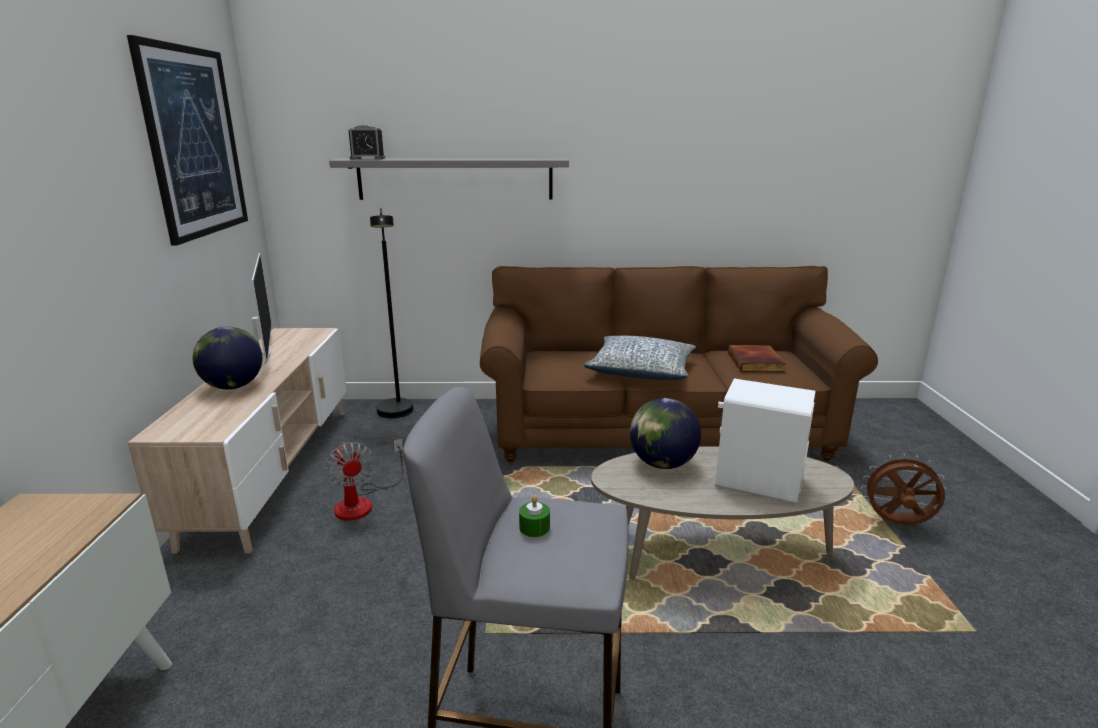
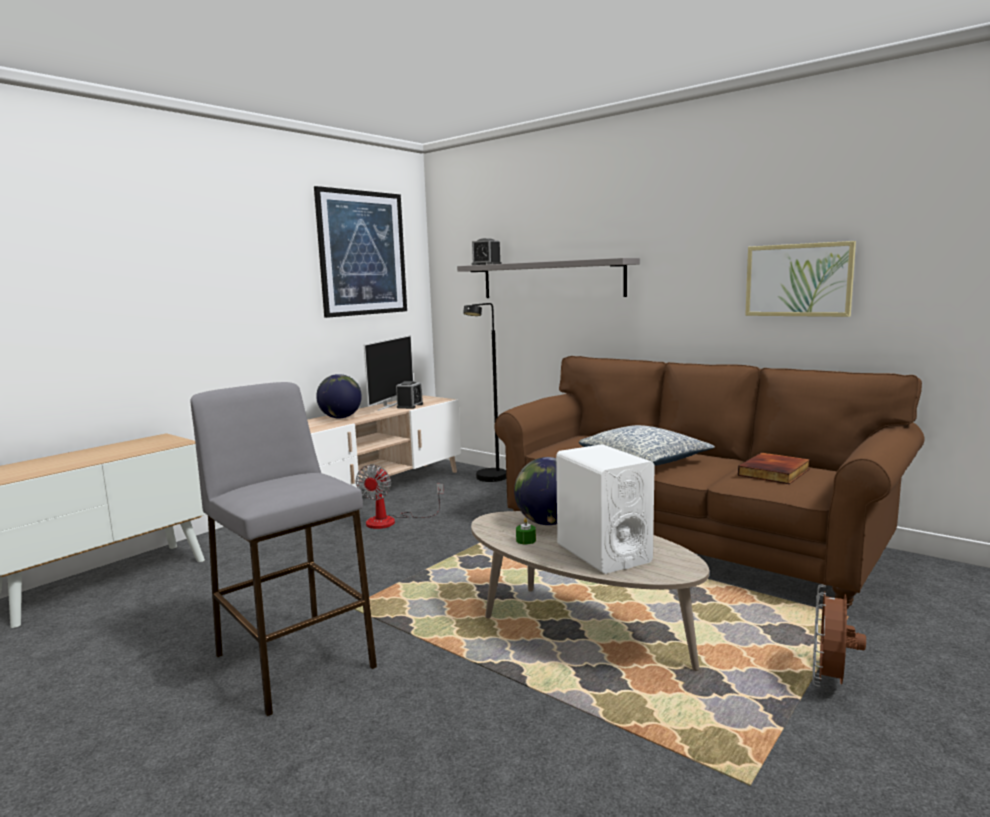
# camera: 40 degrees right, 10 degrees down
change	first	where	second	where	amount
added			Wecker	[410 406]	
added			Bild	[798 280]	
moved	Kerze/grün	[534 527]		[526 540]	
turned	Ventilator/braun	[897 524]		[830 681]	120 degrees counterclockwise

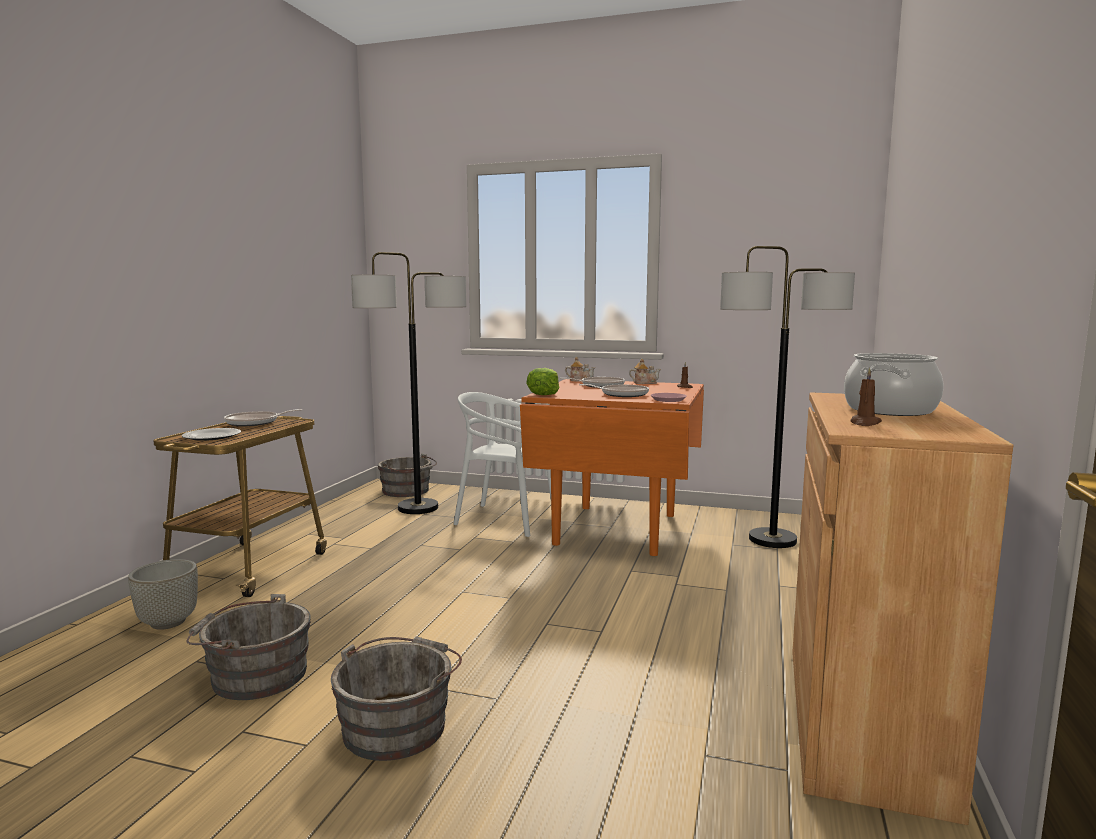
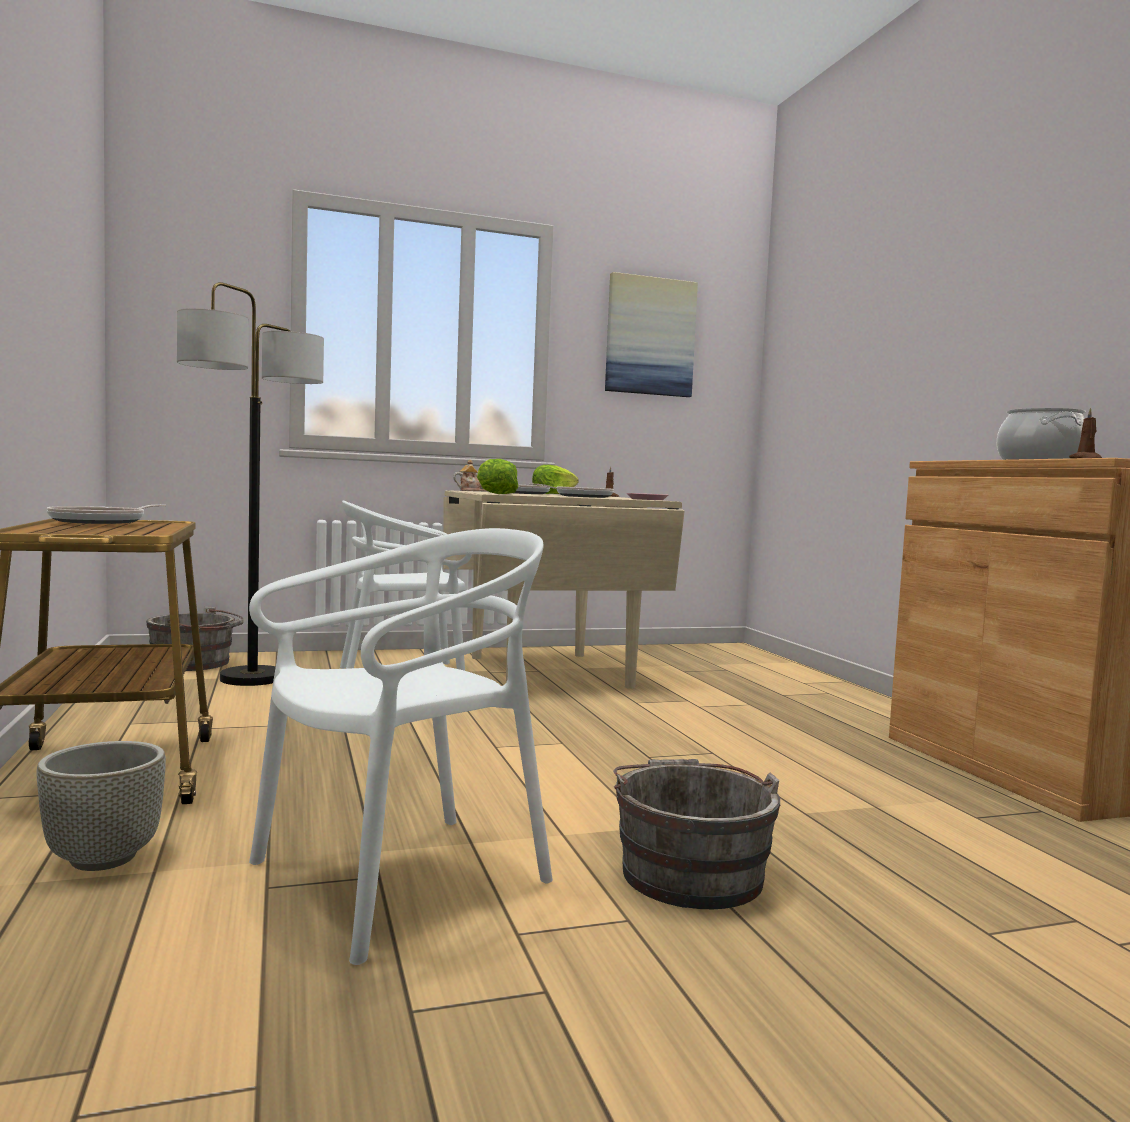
# camera: 35 degrees left, 5 degrees down
change	first	where	second	where	amount
removed	Teller	[212 436]			
removed	Stehlampe	[773 540]			
added			Bild	[650 336]	
replaced	Eimer/grau	[254 675]	Stuhl/weiß	[401 878]	
replaced	Teekanne	[644 383]	Salatkopf	[552 494]	
recoloured	Esstisch/orange	[615 529]	Esstisch/beige	[547 672]	

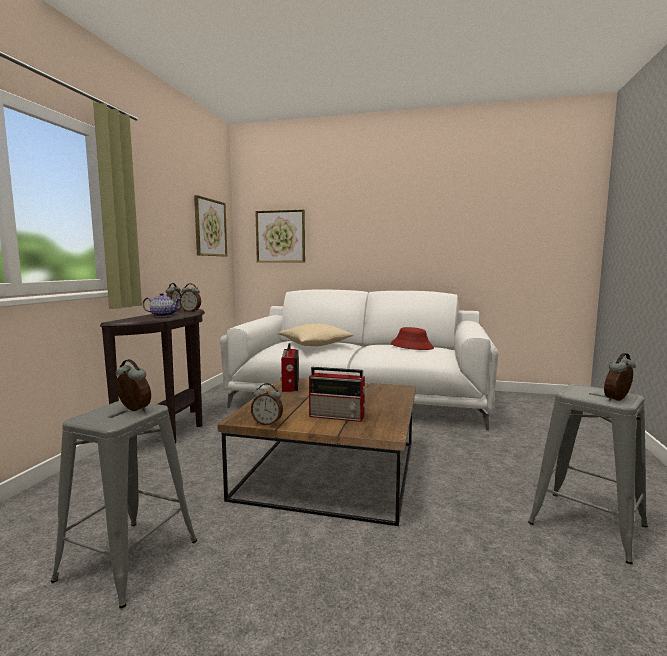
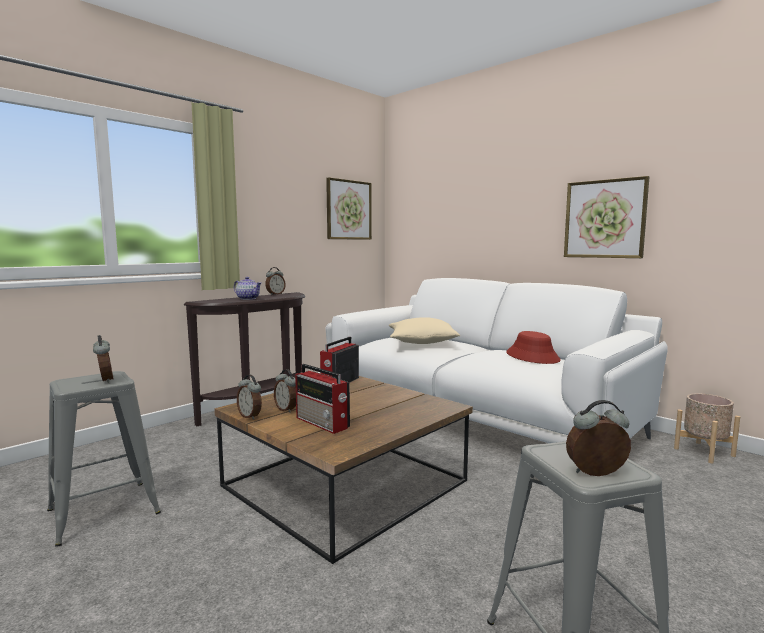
# camera: 30 degrees right, 0 degrees up
change	first	where	second	where	amount
added			Pflanzkübel/beige	[703 452]	
moved	Wecker	[191 311]		[286 409]	
moved	Bild	[280 236]		[604 219]	

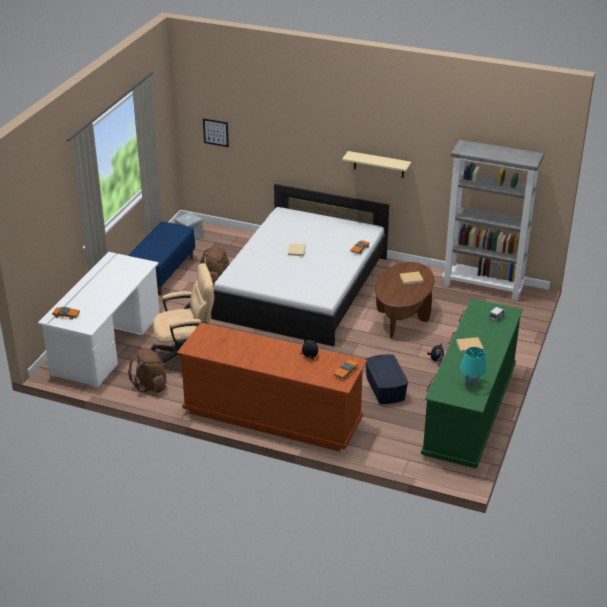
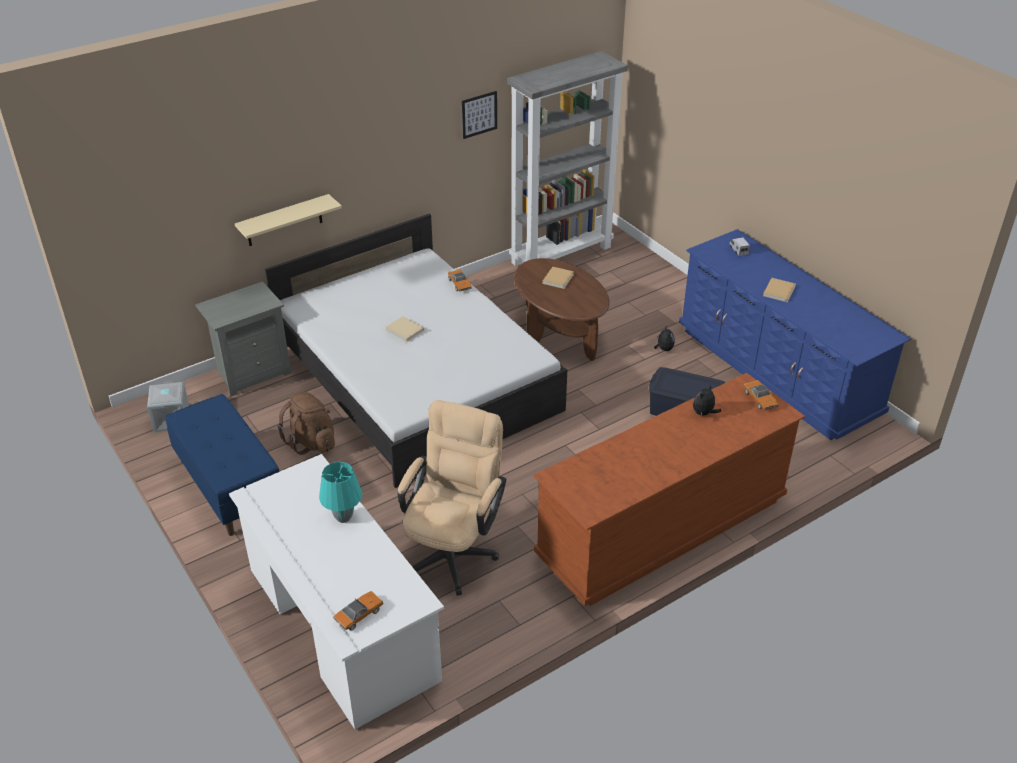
# camera: 55 degrees left, 5 degrees up
change	first	where	second	where	amount
removed	Rucksack/braun	[151 385]			
added			Nachttisch/grau	[252 373]	
moved	Bild	[216 132]		[479 114]	
moved	Wandregal/beige	[379 164]		[284 221]	
moved	Tischlampe/türkis	[472 384]		[344 517]	
recoloured	Kommode/grün	[469 411]	Kommode/blau	[776 371]	

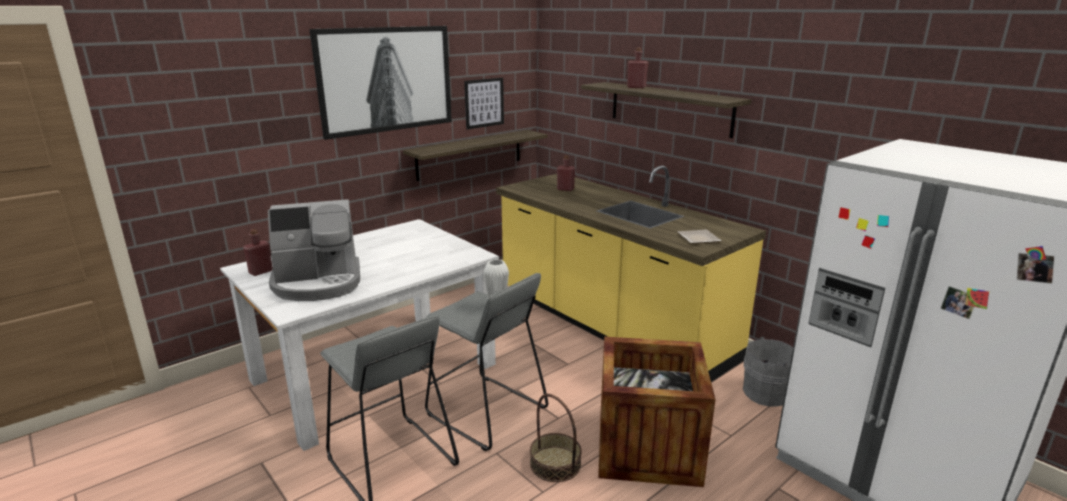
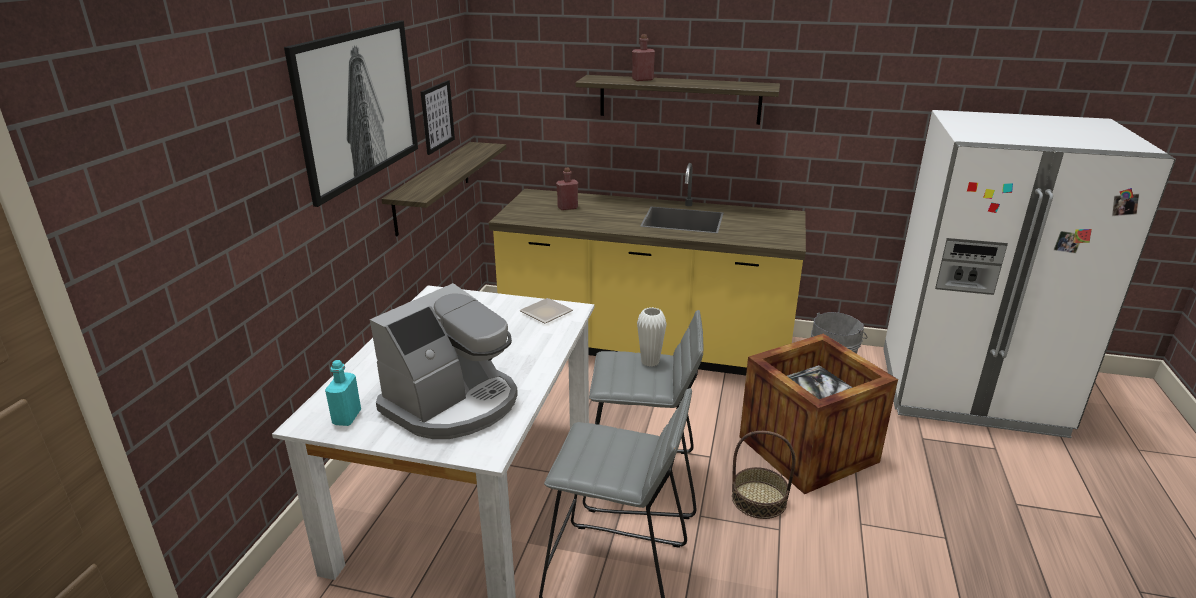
# camera: 35 degrees left, 5 degrees up
change	first	where	second	where	amount
moved	Teller	[698 239]		[546 314]	
recoloured	Flasche/rot	[261 272]	Flasche/türkis	[347 417]	

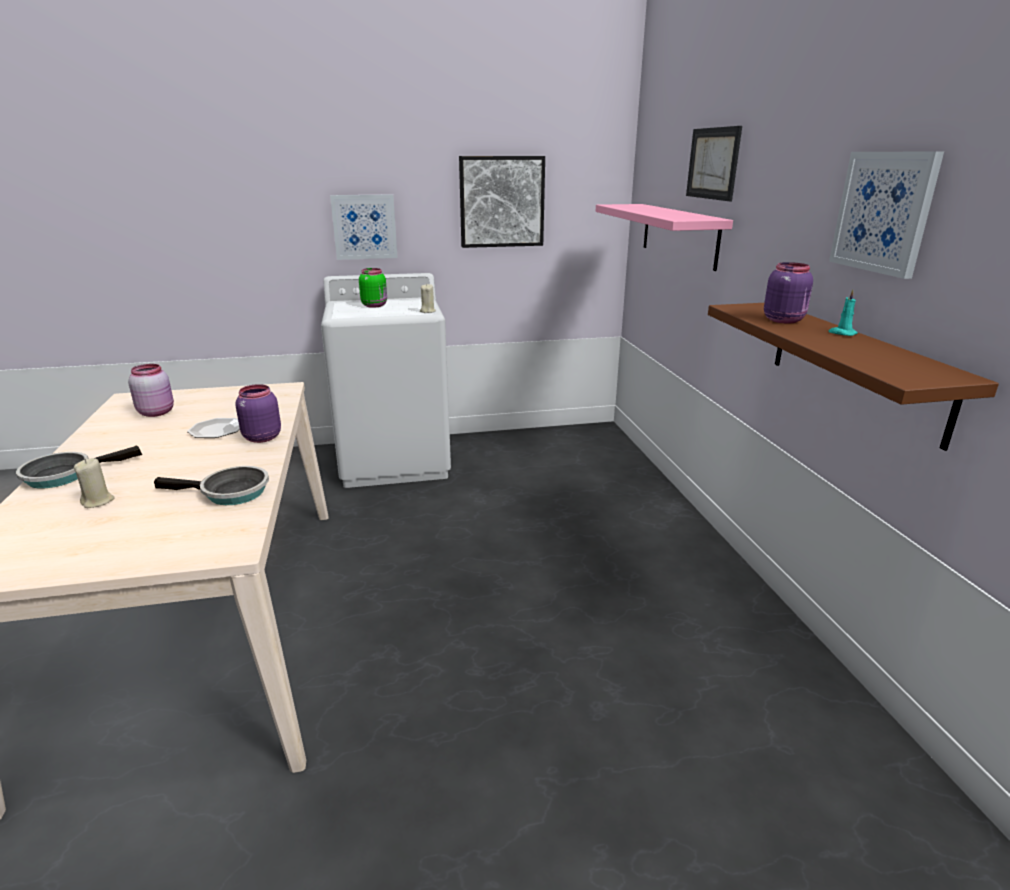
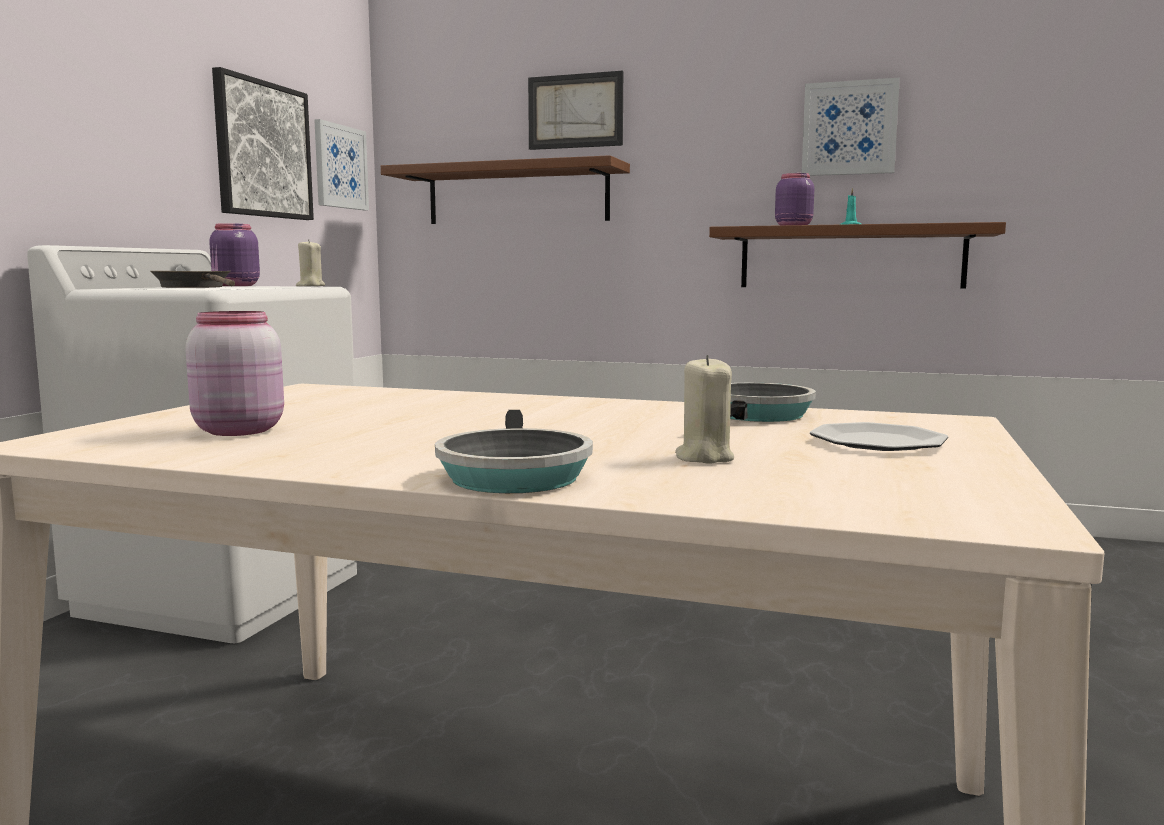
# camera: 60 degrees left, 15 degrees down
change	first	where	second	where	amount
moved	Teller	[216 430]		[876 442]	
moved	Vorratsglas/lila	[261 438]		[235 286]	
moved	Bild	[364 227]		[340 167]	
replaced	Vorratsglas/grün	[375 305]	Pfanne/braun	[196 287]	
recoloured	Wandregal/rosa	[679 234]	Wandregal/braun	[517 195]	

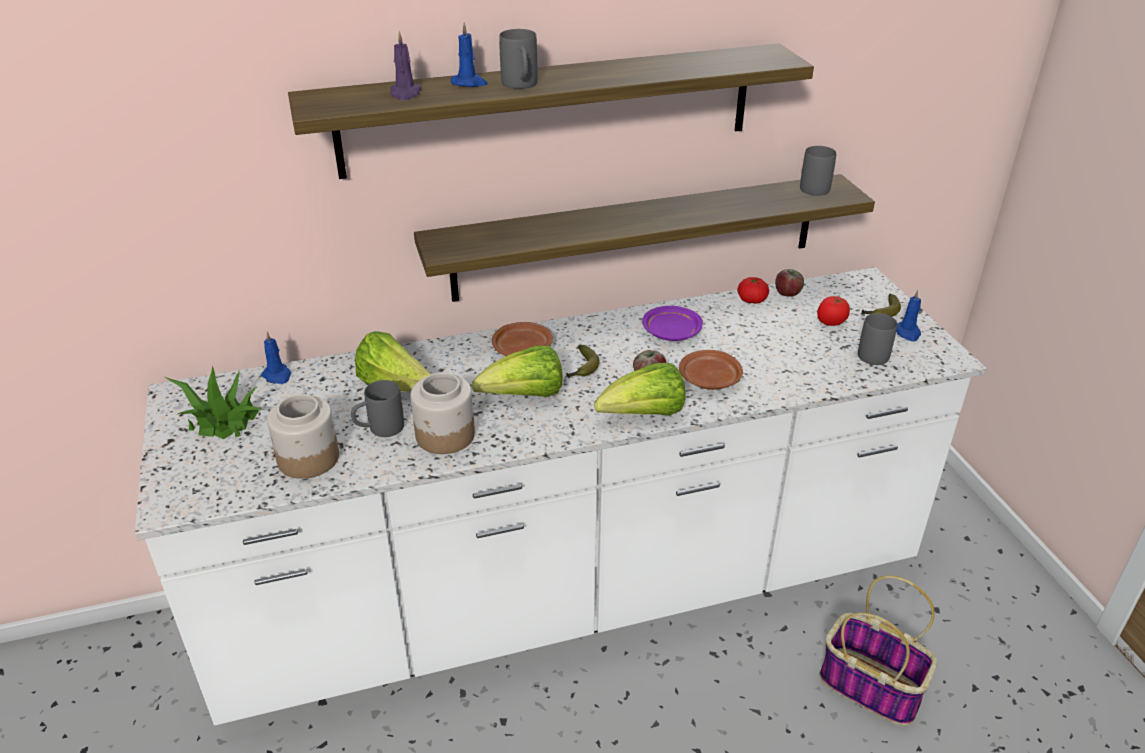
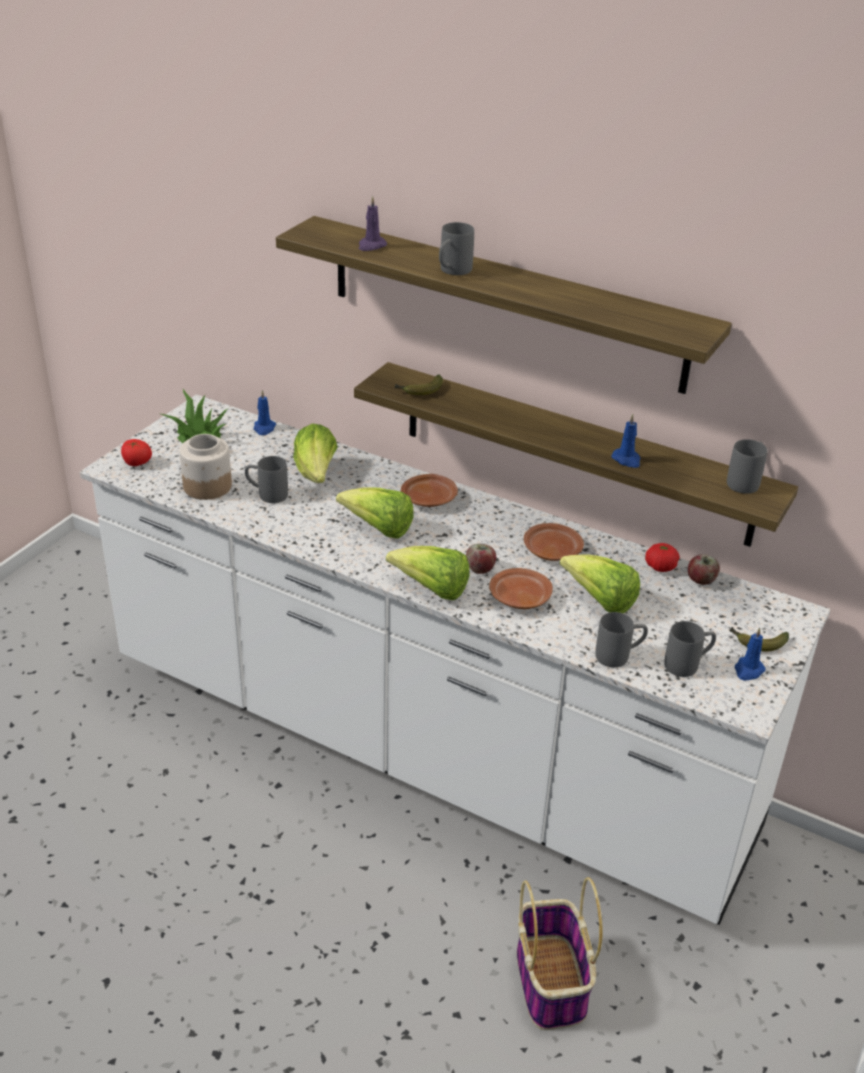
# camera: 45 degrees right, 0 degrees up
change	first	where	second	where	amount
removed	Vorratsglas	[445 436]			
added			Salatkopf	[600 601]	
added			Henkelbecher/grau	[619 655]	
moved	Kerze/blau	[469 83]		[627 460]	
moved	Banane	[582 368]		[419 391]	
moved	Tomate	[831 322]		[137 463]	
recoloured	Teller/lila	[671 332]	Teller/braun	[551 550]	

